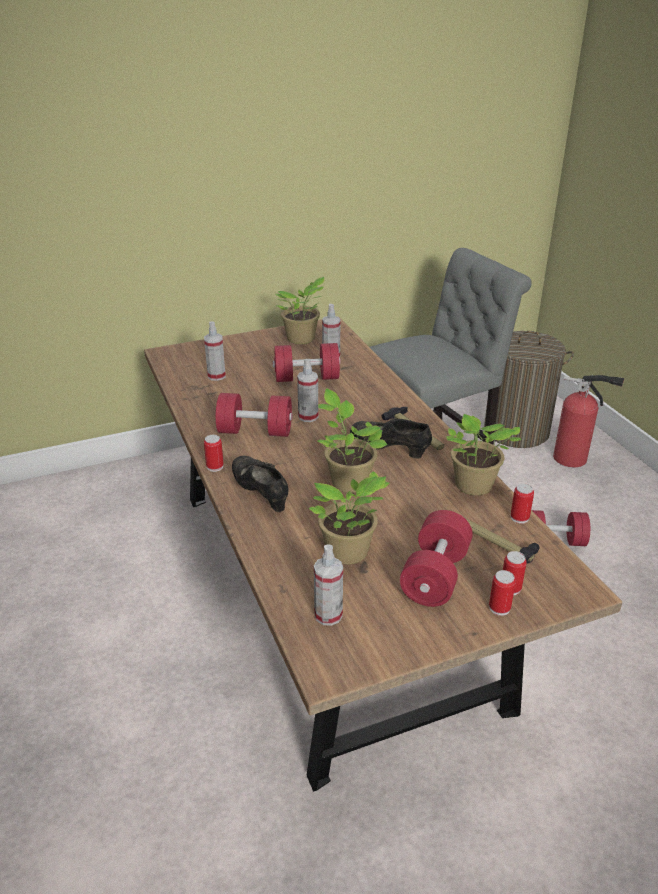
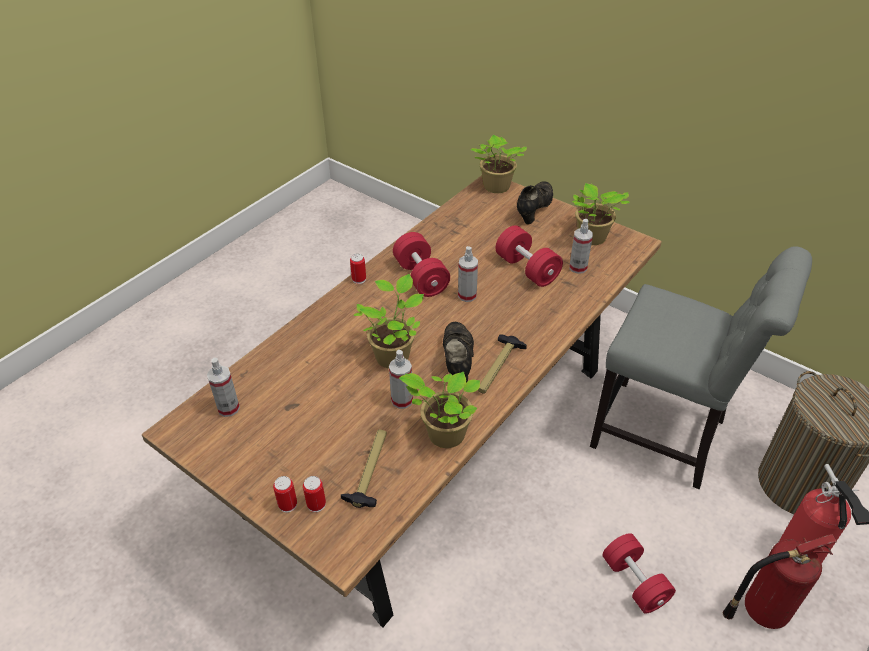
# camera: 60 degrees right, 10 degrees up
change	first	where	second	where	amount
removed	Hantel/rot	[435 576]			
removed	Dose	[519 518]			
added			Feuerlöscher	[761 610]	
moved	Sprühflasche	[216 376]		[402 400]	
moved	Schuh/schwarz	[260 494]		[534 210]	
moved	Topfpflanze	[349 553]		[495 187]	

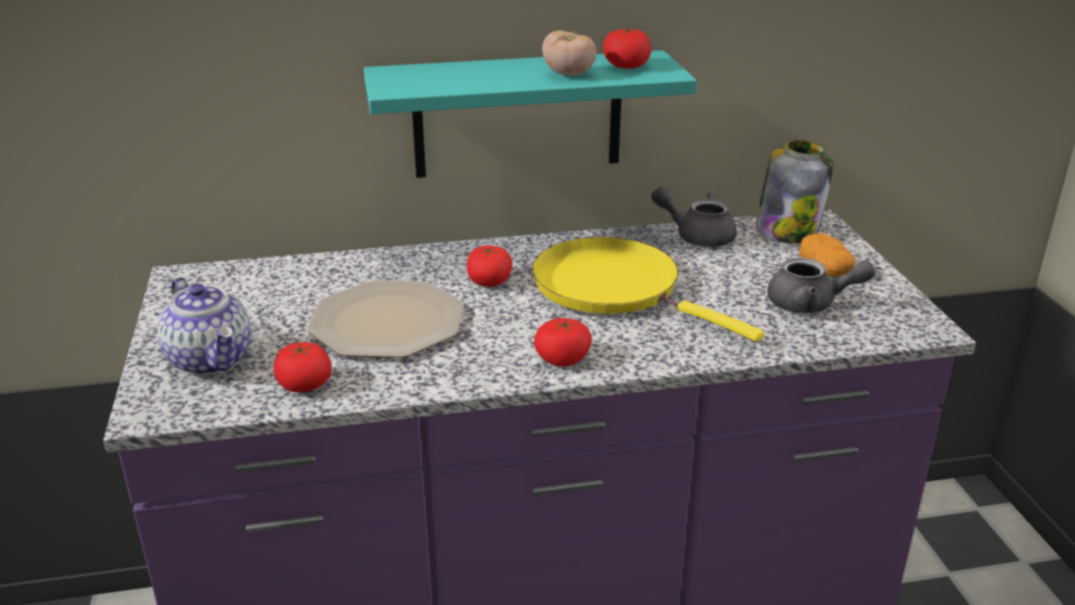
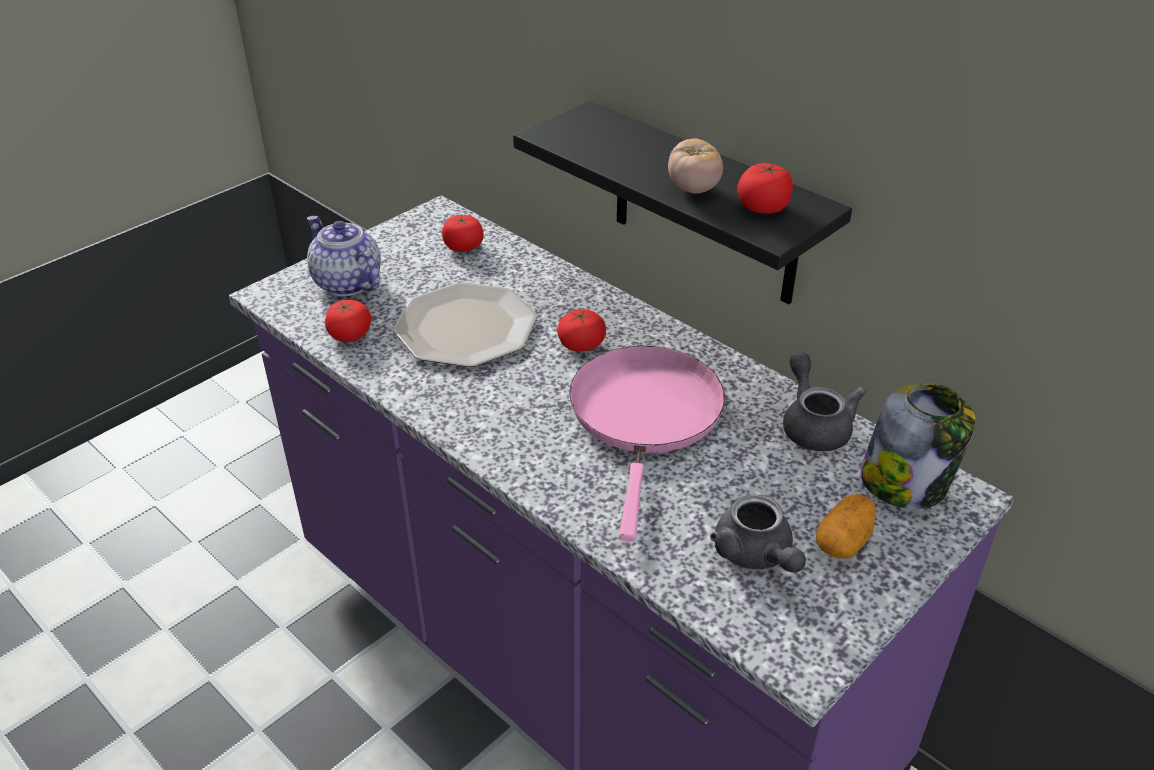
# camera: 55 degrees right, 10 degrees up
change	first	where	second	where	amount
moved	Tomate	[562 359]		[463 246]	
recoloured	Wandregal/türkis	[518 115]	Wandregal/schwarz	[705 206]	
recoloured	Pfanne/gelb	[614 288]	Pfanne/rosa	[646 416]	
turned	Teekanne	[212 360]		[346 283]	120 degrees clockwise

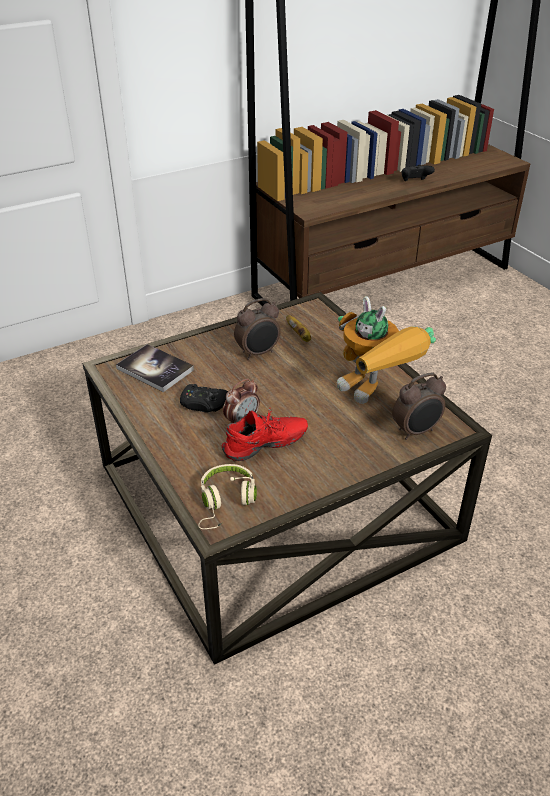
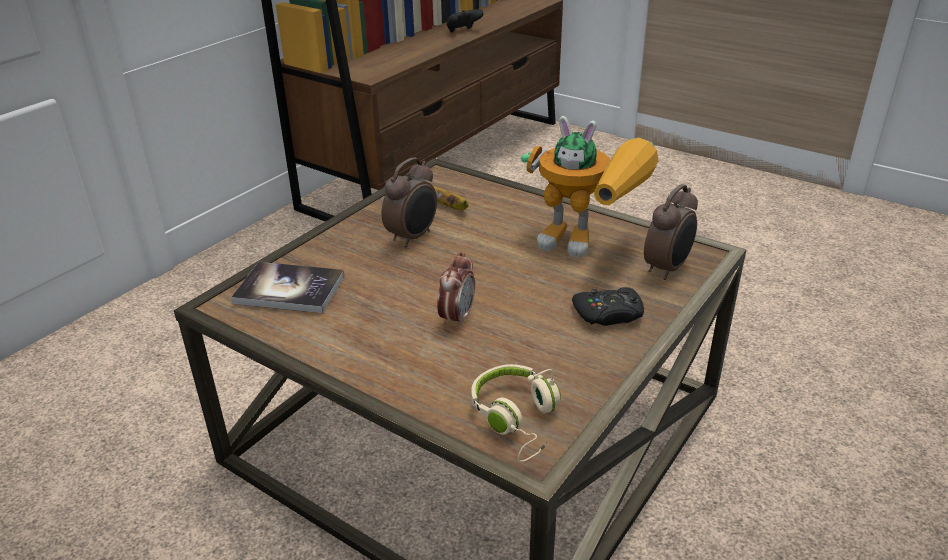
# camera: 25 degrees left, 5 degrees down
change	first	where	second	where	amount
removed	Schuh/rot	[266 447]			
moved	Gamepad/schwarz	[203 403]		[608 314]	

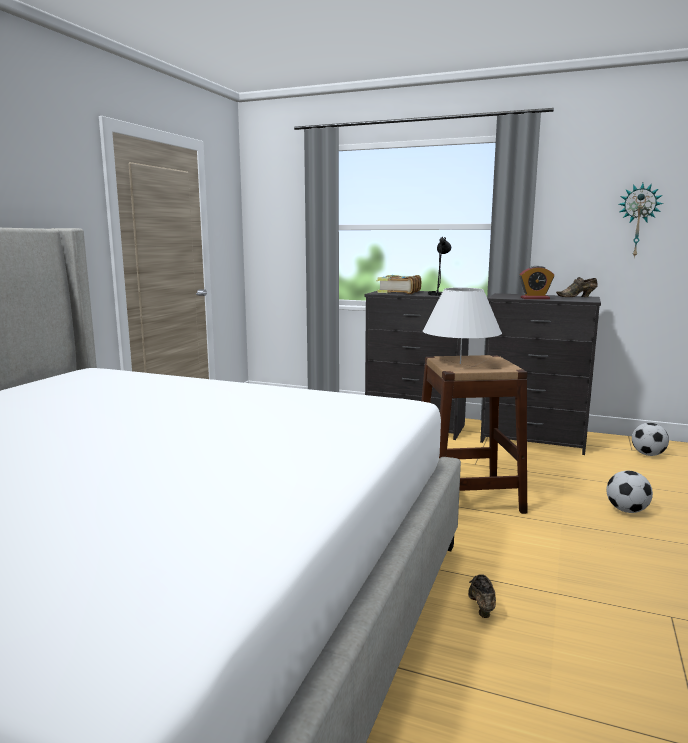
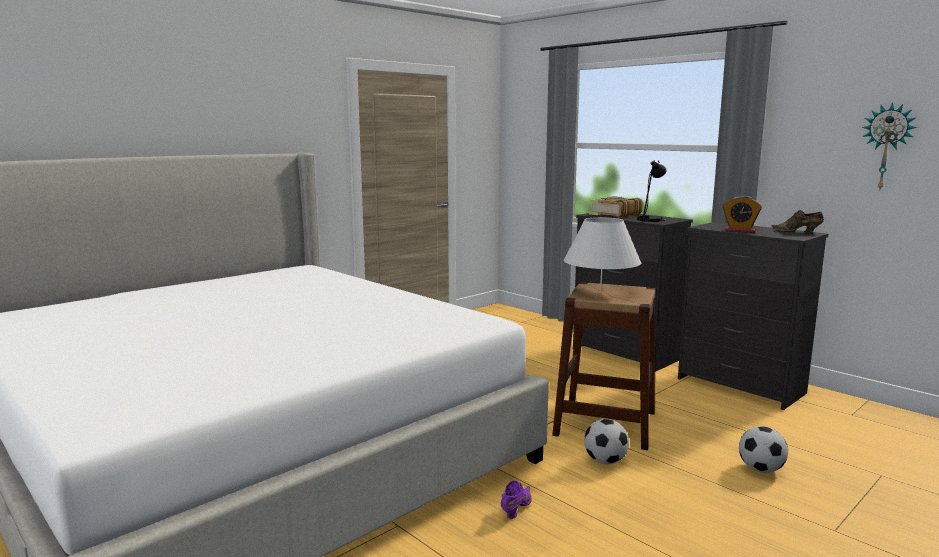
# camera: 25 degrees right, 0 degrees up
change	first	where	second	where	amount
moved	Fußball	[648 454]		[605 461]	
recoloured	Schuh/braun	[481 606]	Schuh/lila	[515 509]	

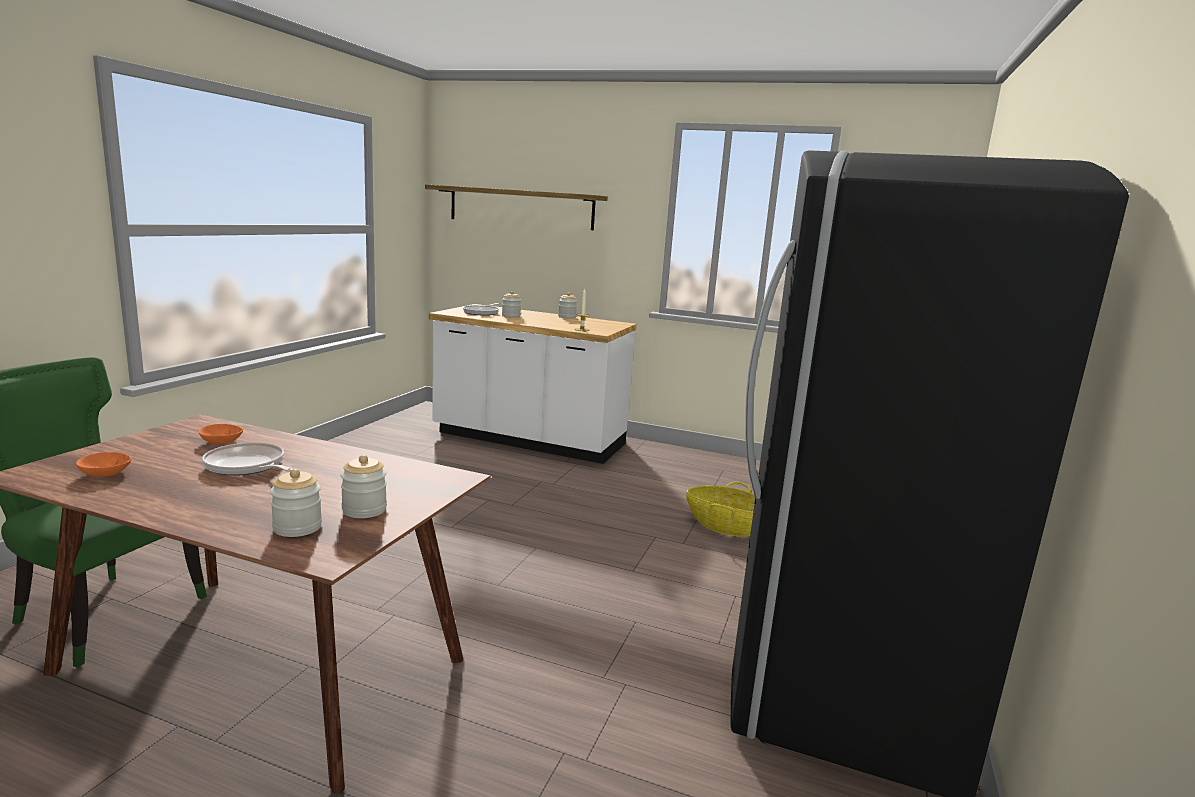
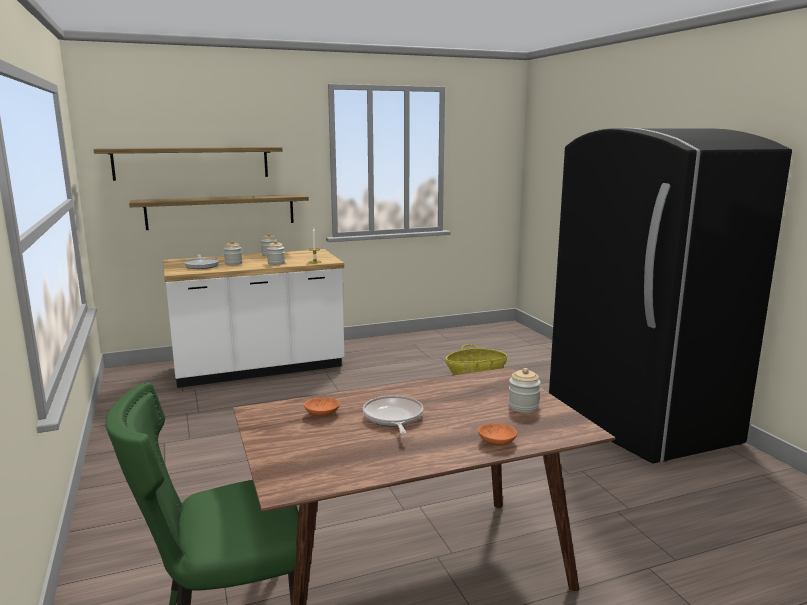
# camera: 40 degrees left, 0 degrees up
change	first	where	second	where	amount
added			Wandregal	[221 211]	
moved	Schüssel/orange	[103 473]		[496 442]	
moved	Vorratsglas	[297 527]		[276 263]	
turned	Pfanne	[247 466]		[393 418]	90 degrees clockwise

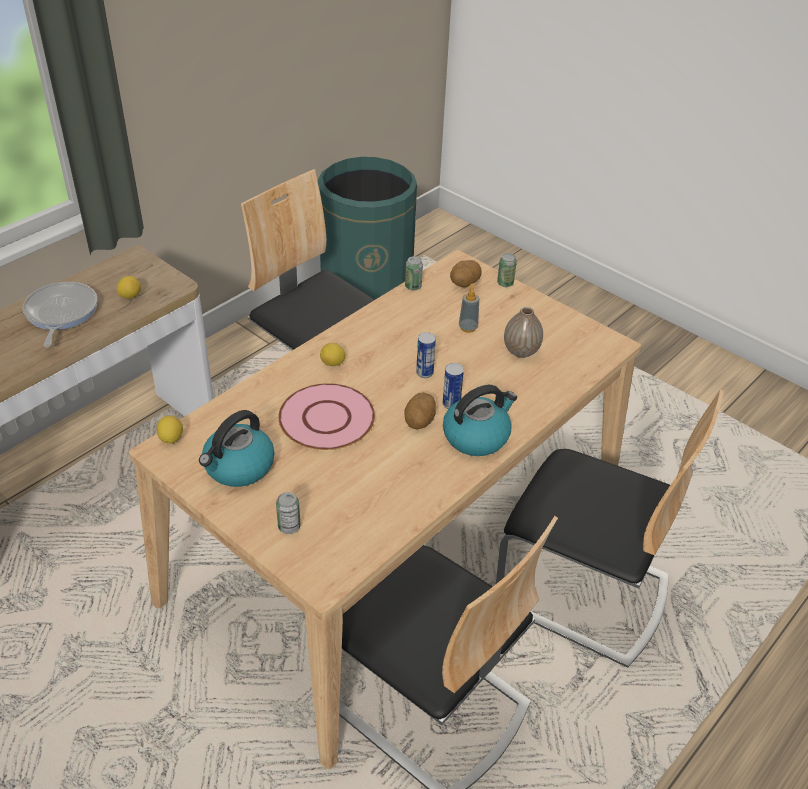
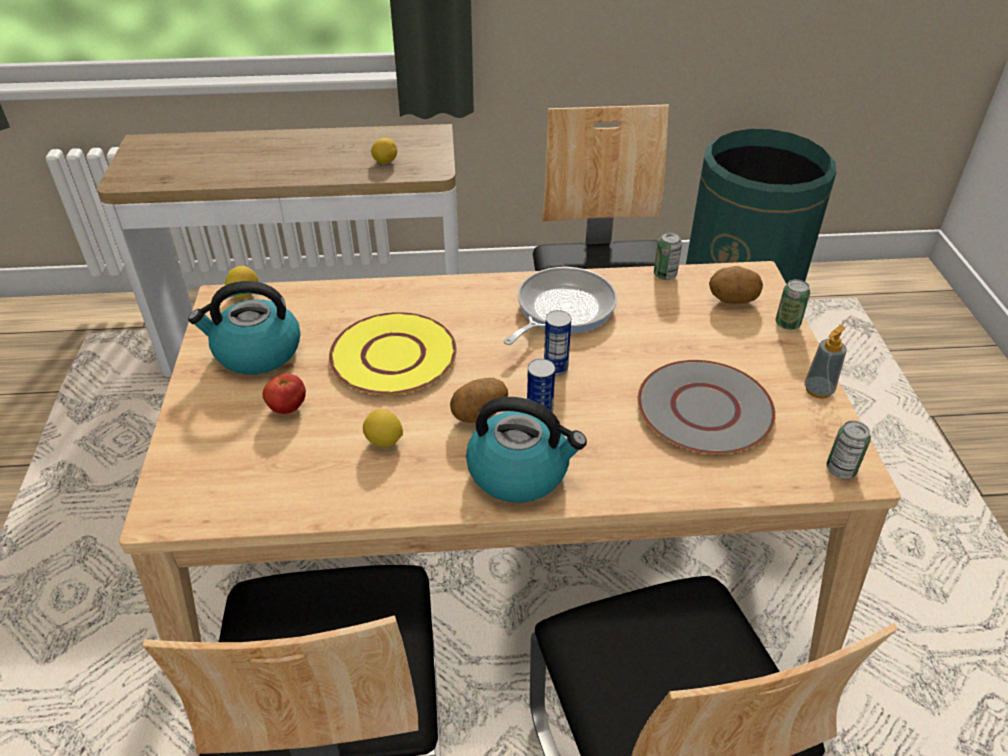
# camera: 45 degrees right, 0 degrees up
change	first	where	second	where	amount
added			Tomate	[287 408]	
moved	Pfanne	[60 313]		[561 309]	
moved	Dose	[289 527]		[840 469]	
moved	Zitrone	[333 364]		[384 441]	
moved	Seifenspender	[468 327]		[818 390]	
replaced	Vase	[521 351]	Teller/grau	[705 409]	
recoloured	Teller/rosa	[326 418]	Teller/gelb	[394 355]	

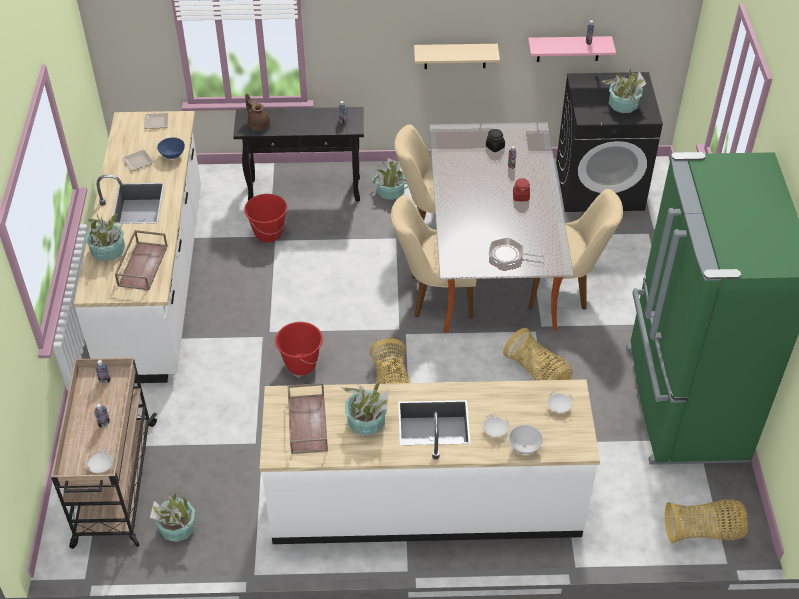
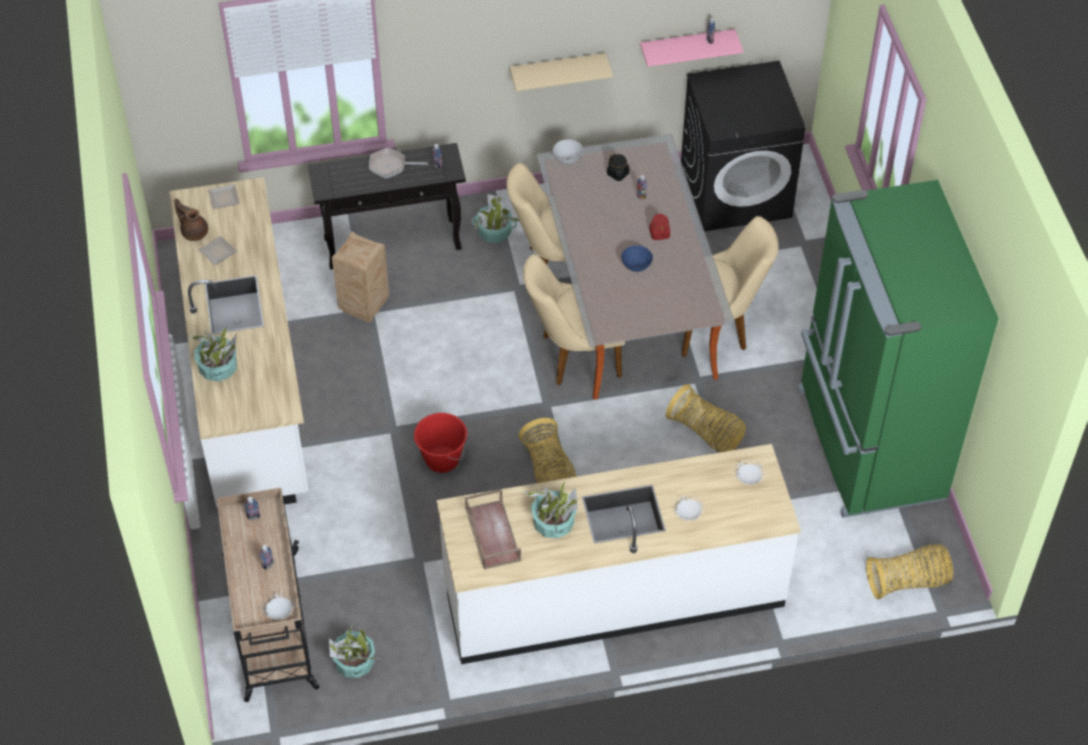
# camera: 10 degrees left, 5 degrees up
change	first	where	second	where	amount
removed	Tablett/braun	[142 265]			
removed	Topfpflanze	[623 105]			
moved	Schüssel/blau	[173 156]		[636 266]	
moved	Teekanne/braun	[258 124]		[194 232]	
moved	Pfanne	[508 254]		[390 166]	
moved	Schüssel/weiß	[525 447]		[567 159]	
replaced	Eimer/rot	[268 233]	Kiste	[364 305]	

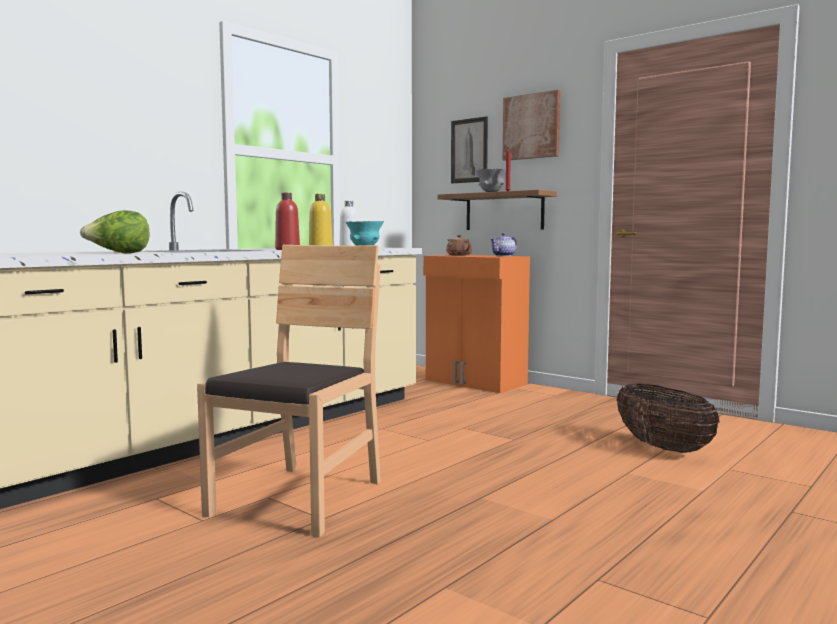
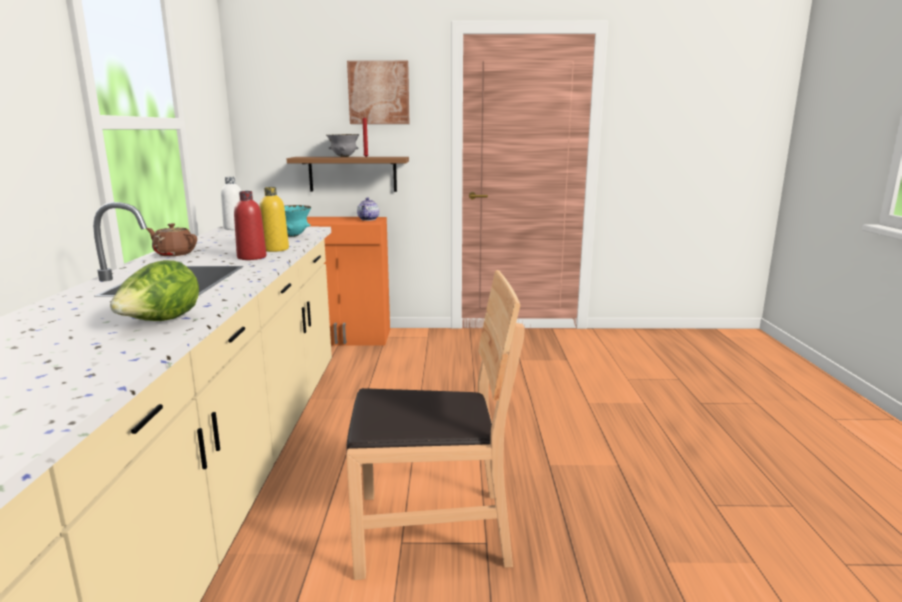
# camera: 40 degrees left, 10 degrees up
change	first	where	second	where	amount
removed	Bild	[469 150]			
removed	Korb	[663 448]			
moved	Teekanne/braun	[458 255]		[174 254]	
turned	Stuhl/braun	[299 498]		[431 530]	105 degrees clockwise

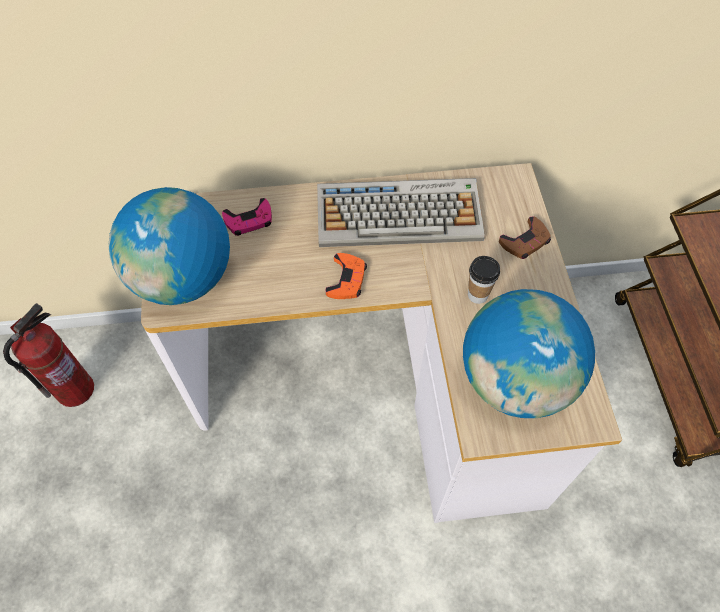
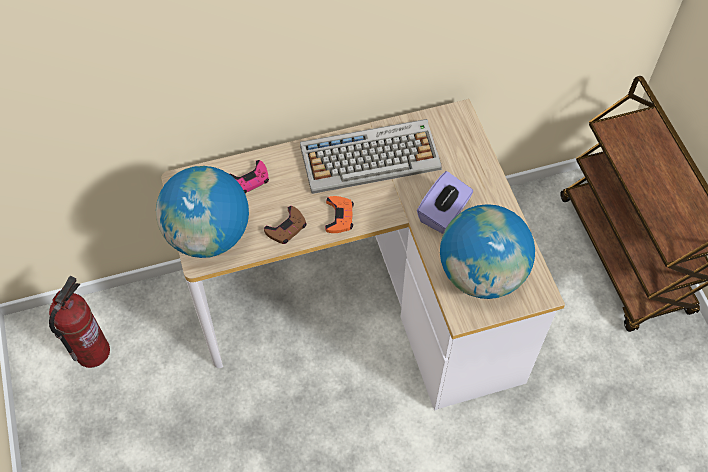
# camera: 10 degrees left, 0 degrees up
change	first	where	second	where	amount
moved	Gamepad/braun	[525 241]		[286 228]	
replaced	Tasse	[477 295]	Taschentuchbox/lila	[443 213]	

